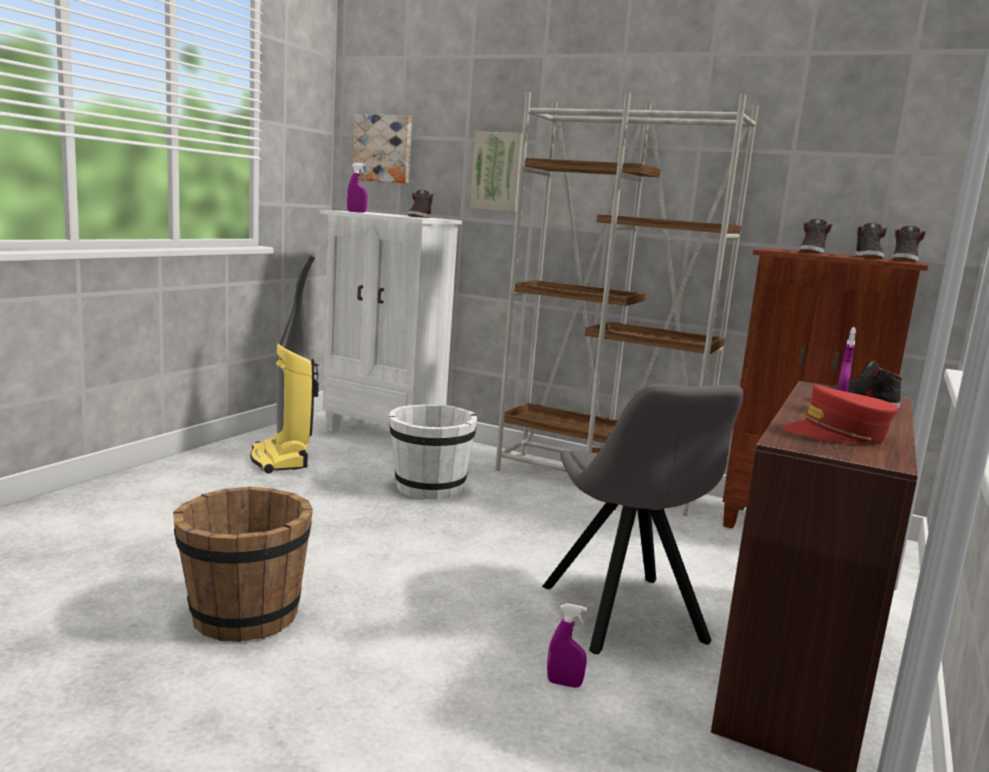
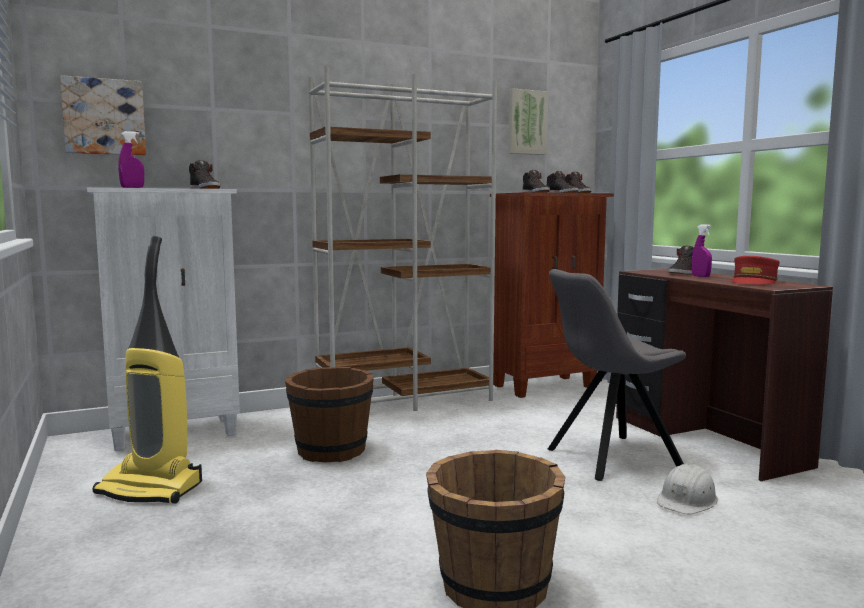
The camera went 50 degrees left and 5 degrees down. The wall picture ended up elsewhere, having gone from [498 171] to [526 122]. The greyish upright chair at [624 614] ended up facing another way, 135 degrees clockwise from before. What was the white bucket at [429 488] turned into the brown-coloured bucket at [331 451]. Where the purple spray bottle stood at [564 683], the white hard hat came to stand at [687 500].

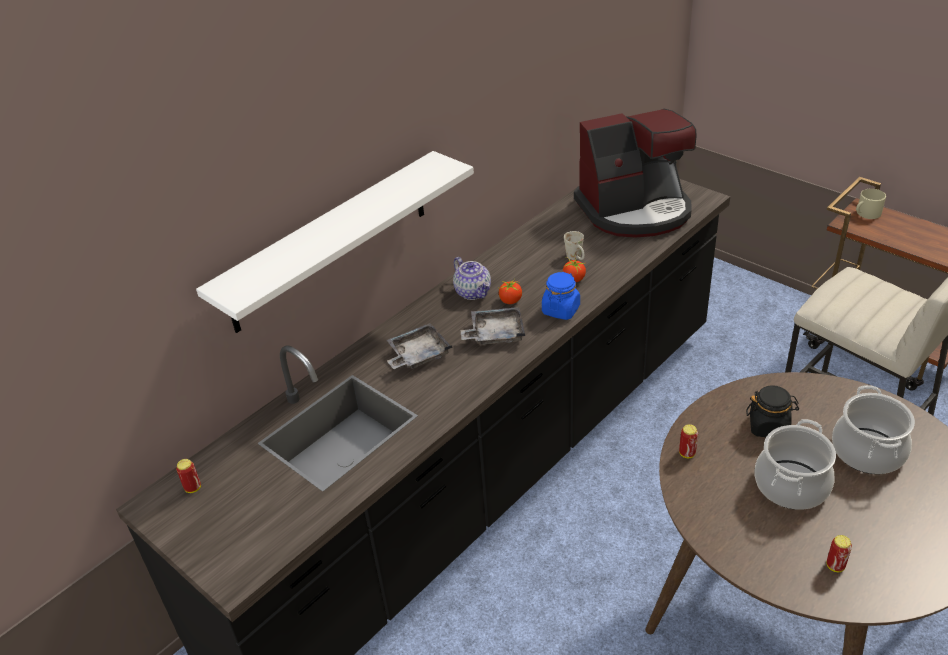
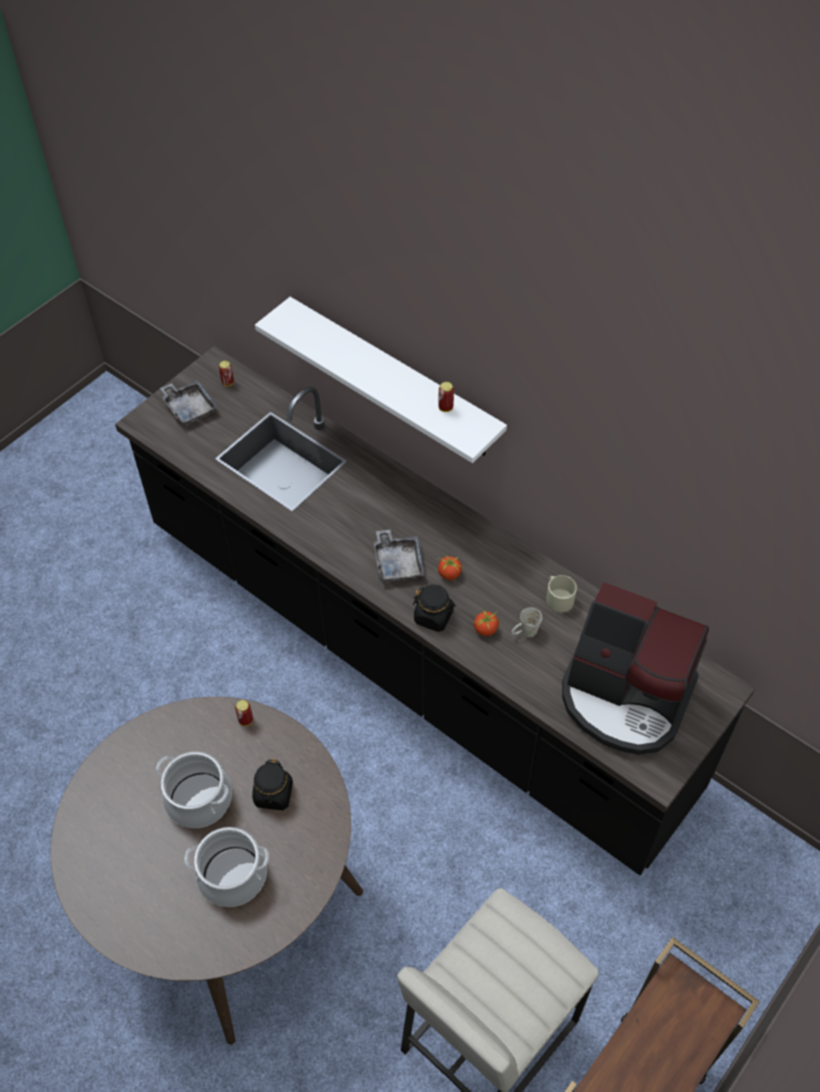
The camera went 85 degrees right and 15 degrees up. The coffee machine at [635 210] ended up facing another way, 45 degrees counterclockwise from before. The sand-coloured mug ended up elsewhere, having gone from [866 213] to [558 597]. The second view lost the teapot at [473 292]. What was the bluish preserve jar at [561 310] turned into the black-coloured preserve jar at [433 617]. The greyish carrying tray ended up elsewhere, having gone from [418 355] to [189 407]. The sealed can ended up elsewhere, having gone from [835 566] to [445 408].

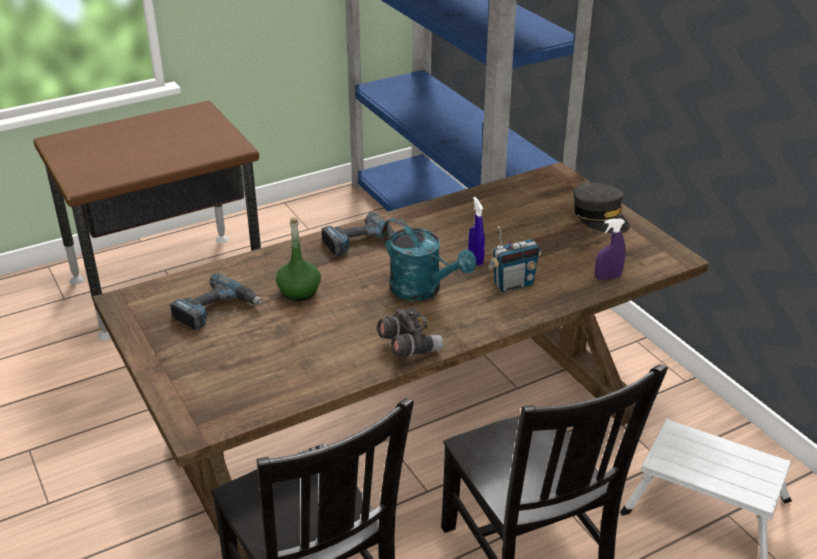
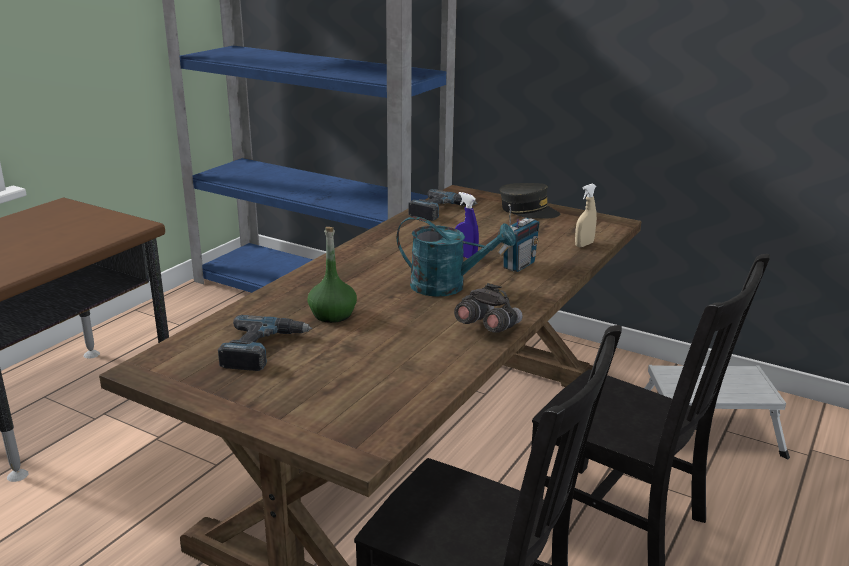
The camera went 30 degrees left and 10 degrees down. The drill ended up elsewhere, having gone from [361 243] to [440 211]. What was the purple spray bottle at [607 277] turned into the sand-coloured spray bottle at [584 245].

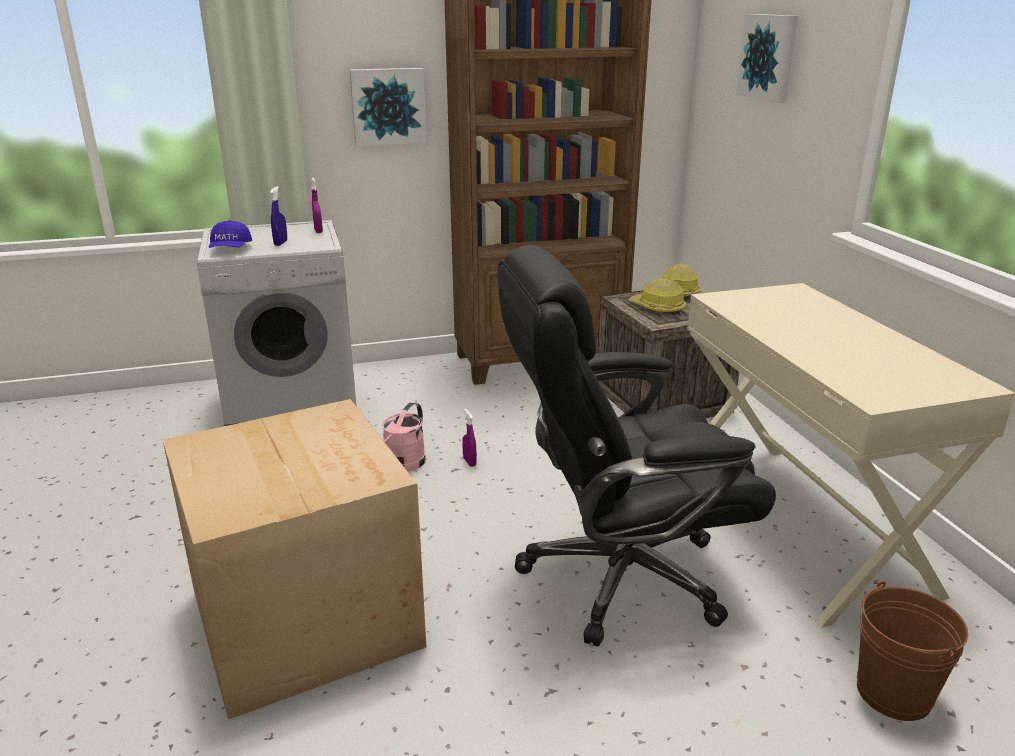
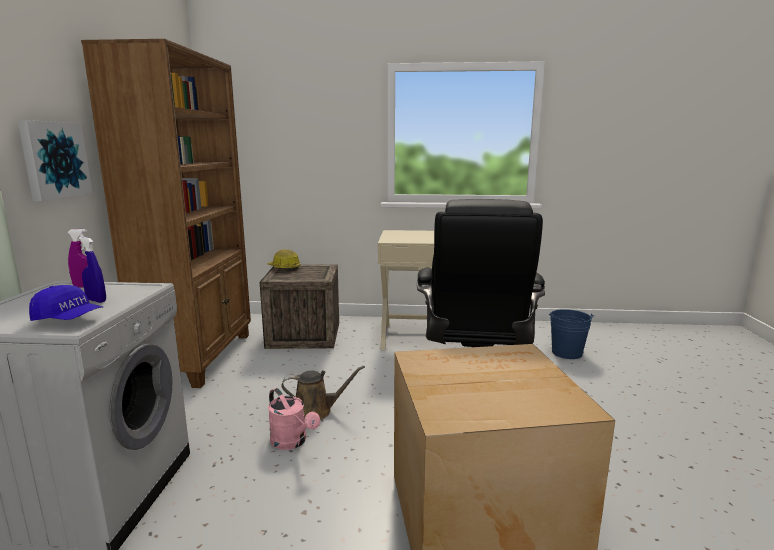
The camera went 70 degrees left and 10 degrees down. The second view lost the wall picture at [769 57]. The second view lost the hard hat at [657 308]. Where the purple spray bottle stood at [469 462], the brown-coloured watering pot came to stand at [316 411]. What was the brown-coloured bucket at [893 692] turned into the bluish bucket at [566 353].

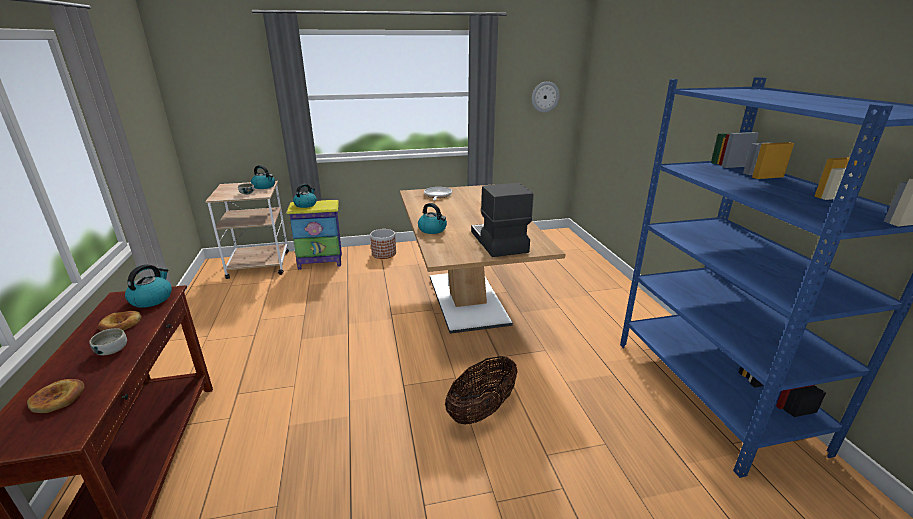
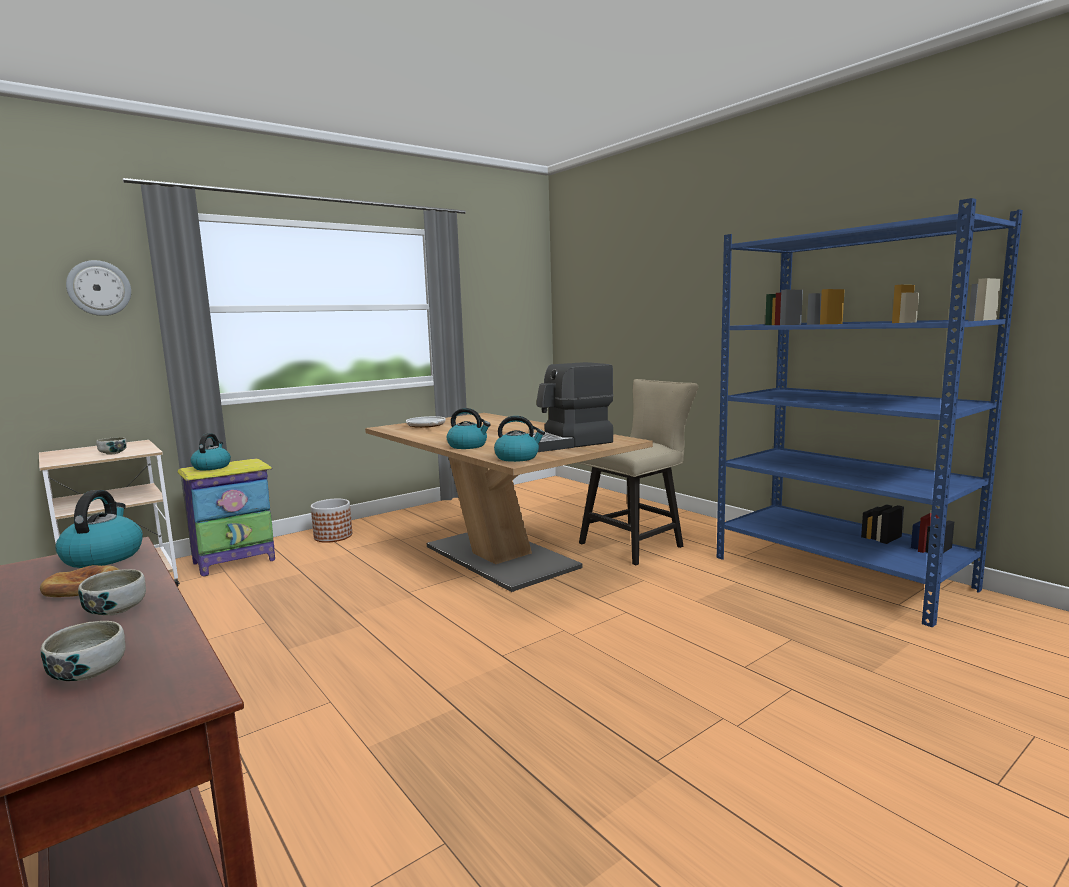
The camera went 25 degrees left and 15 degrees down. The clock on the wall ended up elsewhere, having gone from [545 97] to [99 288]. The tea kettle ended up elsewhere, having gone from [264 186] to [517 457]. The coffee machine at [498 242] ended up facing another way, 75 degrees counterclockwise from before. The second view lost the storage basket at [482 410]. Where the bakery bread stood at [58 399], the deep dish came to stand at [88 673]. The second view gained the sand-coloured upright chair at [637 544].

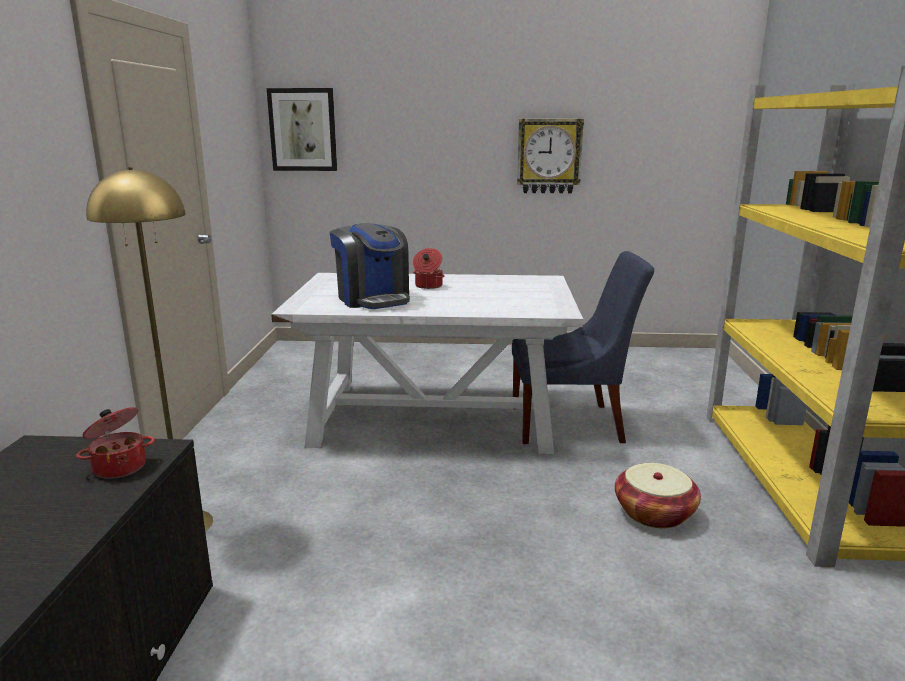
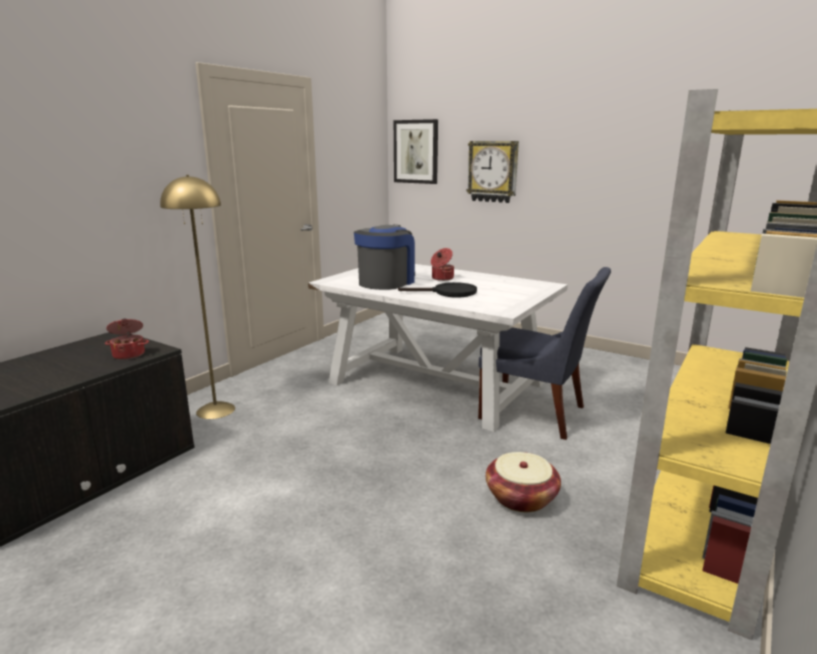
The camera went 30 degrees right and 0 degrees up. The clock on the wall ended up elsewhere, having gone from [549 156] to [493 171]. The coffee machine at [373 299] ended up facing another way, 150 degrees counterclockwise from before. The second view gained the black-coloured frying pan at [448 293].

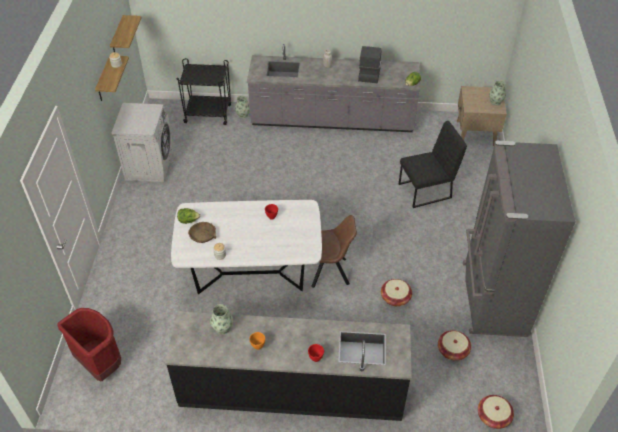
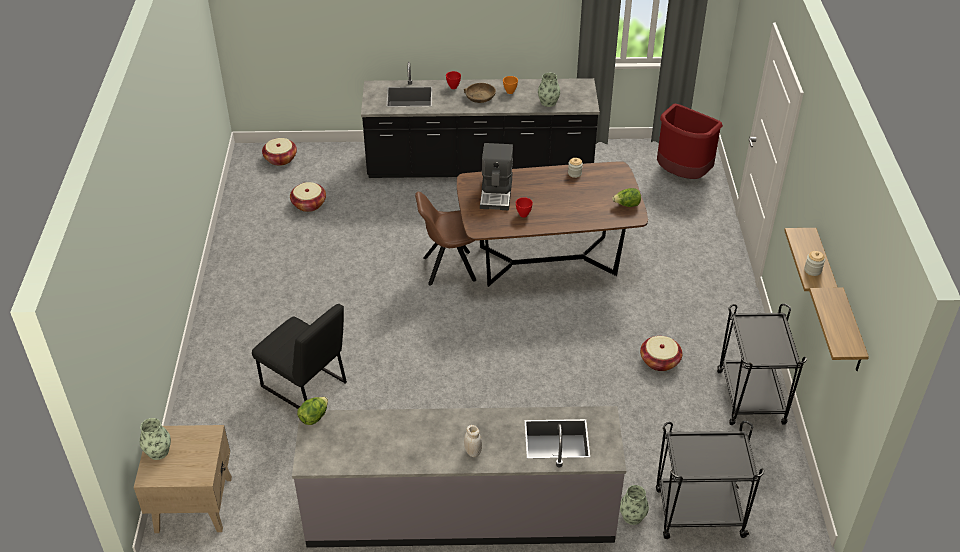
The camera went 175 degrees right and 5 degrees down. The coffee machine ended up elsewhere, having gone from [369 72] to [497 193]. Where the white laundry appliance stood at [149 166], the black-coloured wheeled cart came to stand at [750 398]. The black-coloured upright chair at [426 190] ended up facing another way, 120 degrees counterclockwise from before. The second view lost the greyish fridge at [491 298]. What was the white dining table at [250 274] turned into the brown-coloured dining table at [547 261]. The brown-coloured deep dish ended up elsewhere, having gone from [203 235] to [480 97]. The storage basket ended up elsewhere, having gone from [395 297] to [659 361].

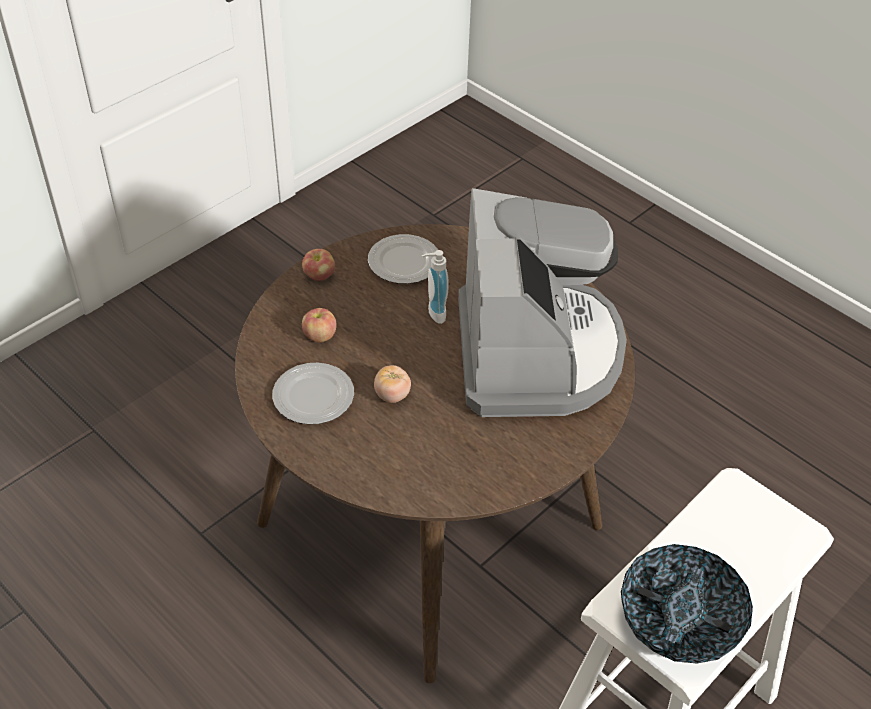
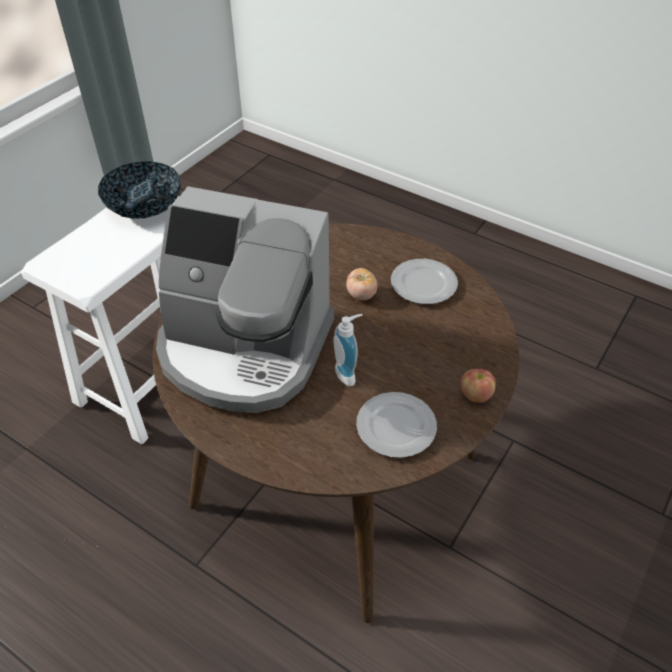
The camera went 170 degrees right and 0 degrees up. The coffee machine at [536 353] ended up facing another way, 60 degrees counterclockwise from before. The second view lost the apple fruit at [319 336].

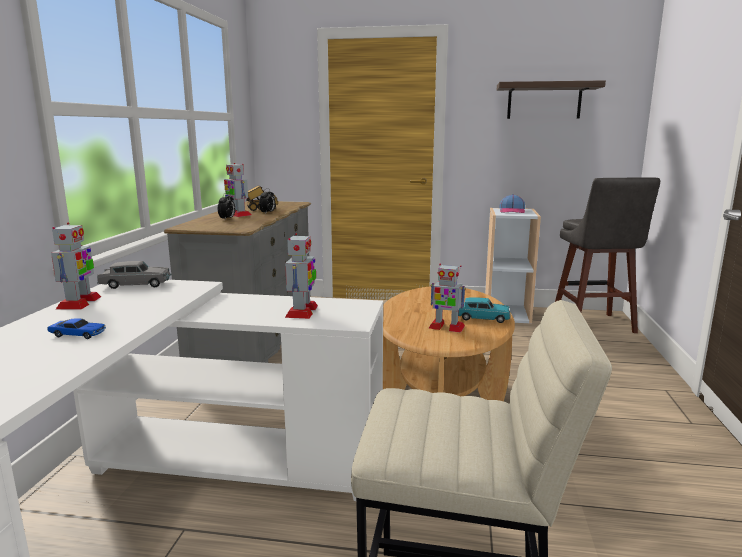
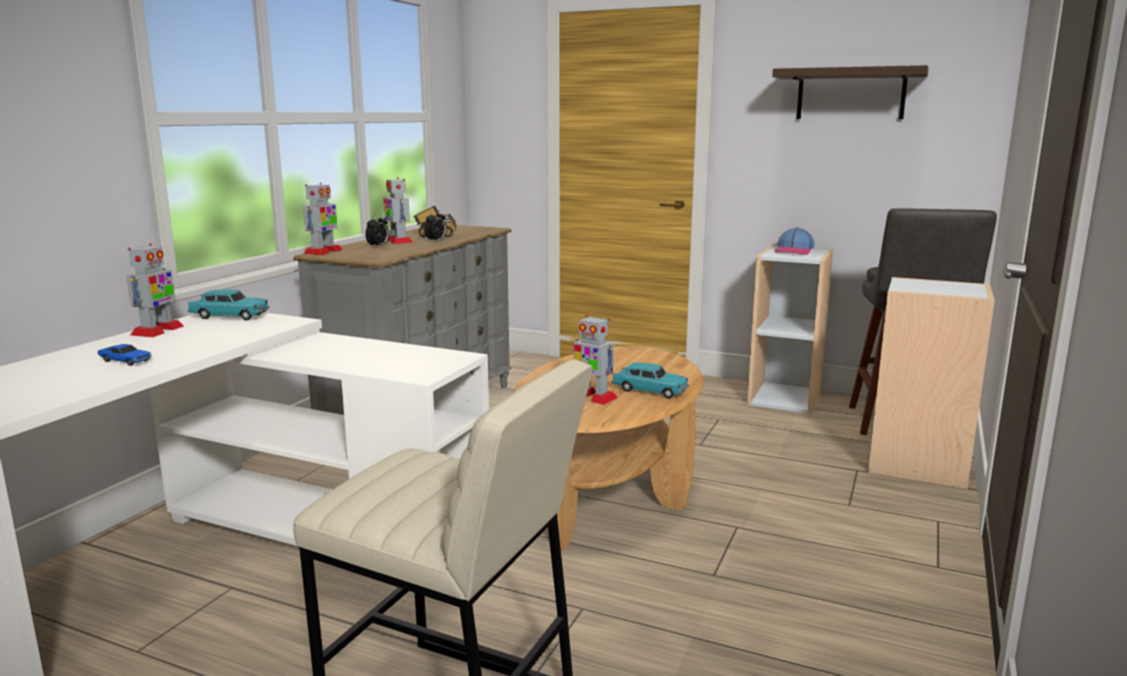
The camera went 15 degrees right and 0 degrees up. The model robot ended up elsewhere, having gone from [302 312] to [323 252]. What was the greyish miniature car at [135 285] turned into the turquoise-coloured miniature car at [230 316]. The second view gained the bookshelf at [919 466].

